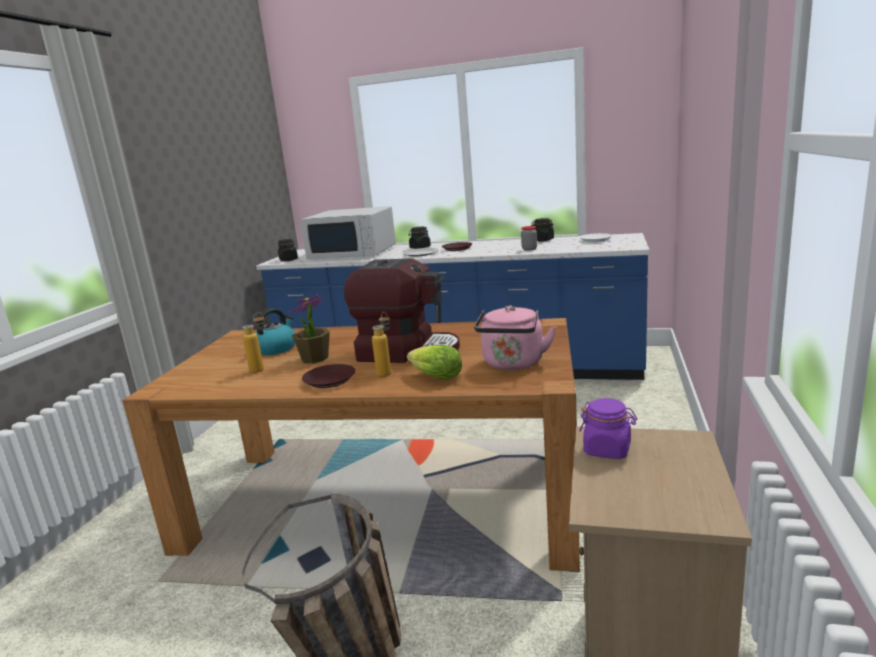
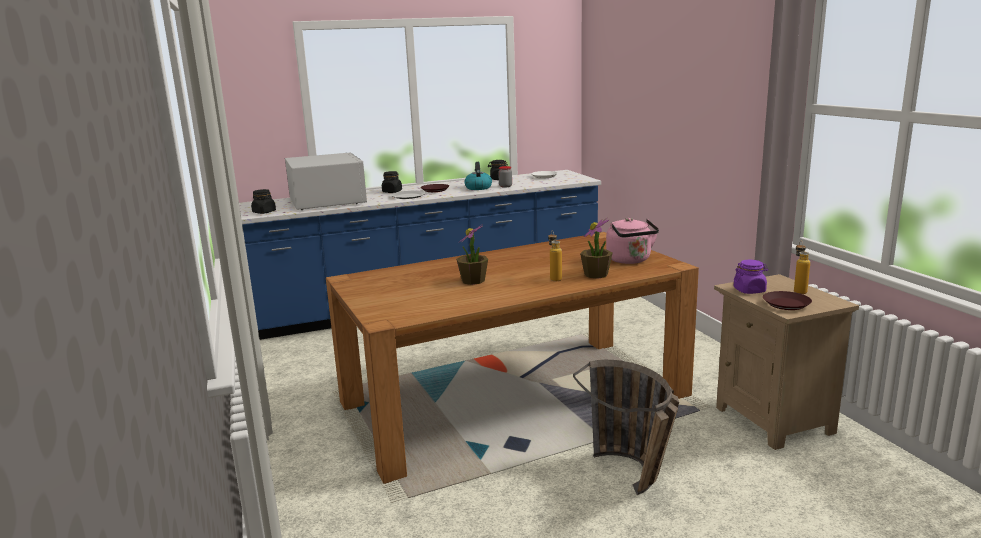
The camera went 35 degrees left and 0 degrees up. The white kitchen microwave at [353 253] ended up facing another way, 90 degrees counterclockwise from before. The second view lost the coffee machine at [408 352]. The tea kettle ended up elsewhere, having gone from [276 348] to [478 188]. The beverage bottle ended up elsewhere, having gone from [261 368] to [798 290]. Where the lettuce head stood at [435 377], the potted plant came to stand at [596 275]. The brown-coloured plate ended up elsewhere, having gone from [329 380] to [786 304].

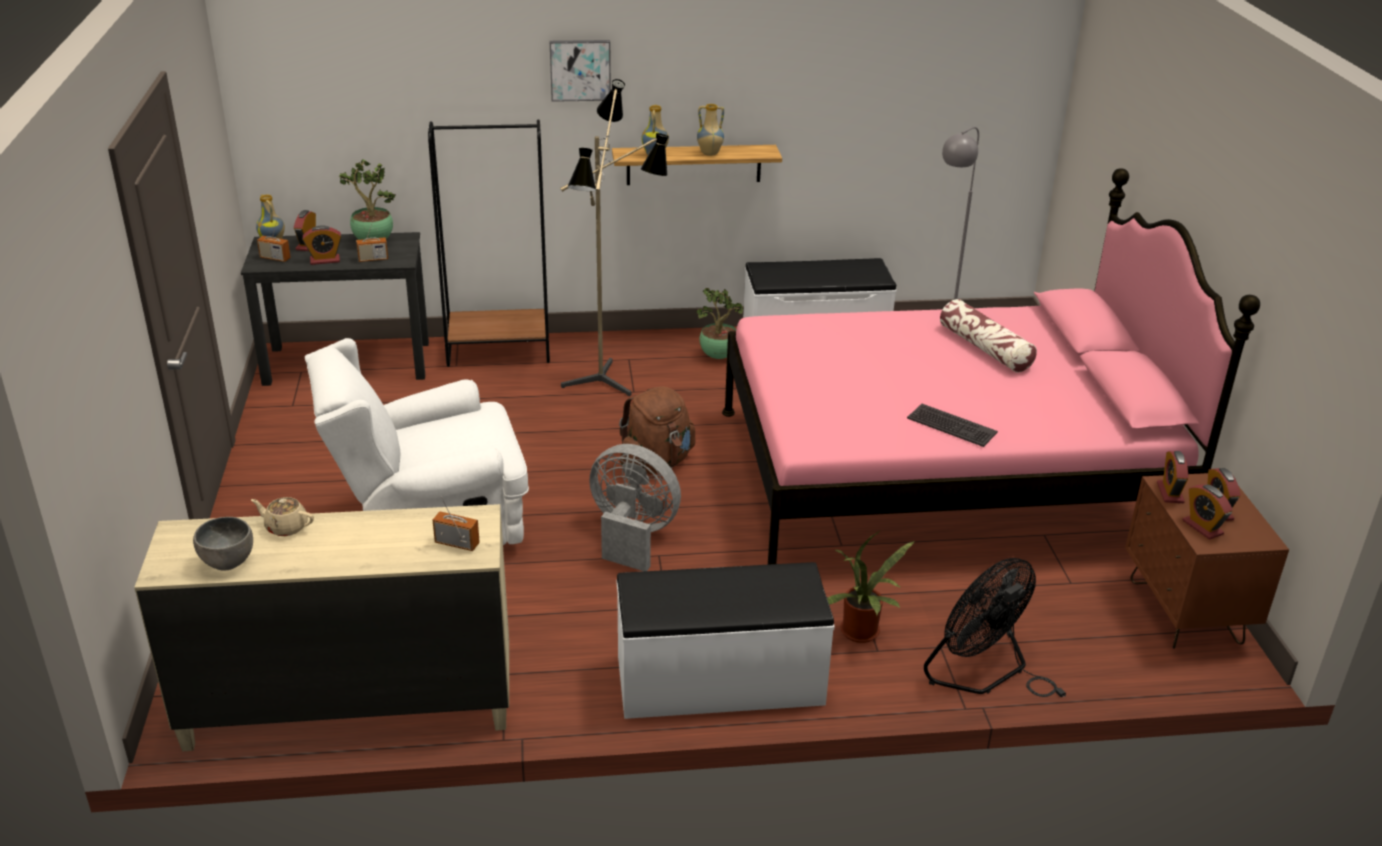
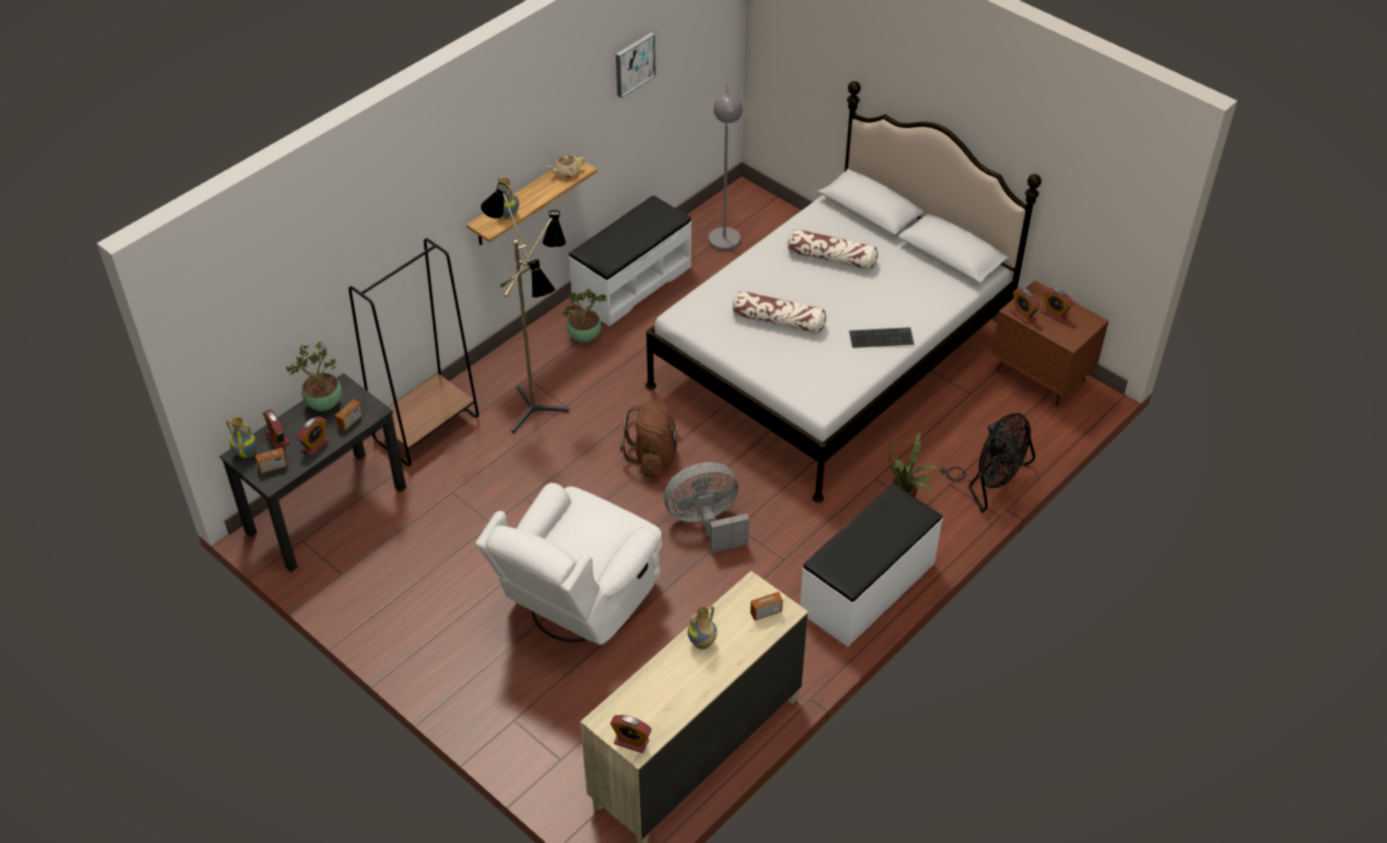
The camera went 40 degrees left and 15 degrees up. The wall picture ended up elsewhere, having gone from [580 69] to [634 64]. The vase ended up elsewhere, having gone from [709 154] to [702 644]. What was the pink-coloured bedroom bed at [939 480] turned into the white bedroom bed at [830 360]. The table clock ended up elsewhere, having gone from [1202 527] to [631 742]. The sand-coloured teapot ended up elsewhere, having gone from [286 527] to [566 173]. The second view lost the greyish deep dish at [228 562]. The black-coloured fan at [992 670] ended up facing another way, 150 degrees counterclockwise from before. The second view gained the throw pillow at [778 320].

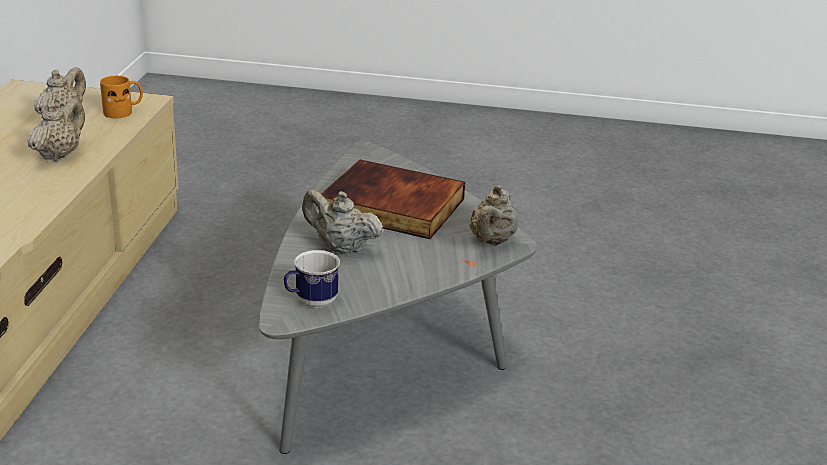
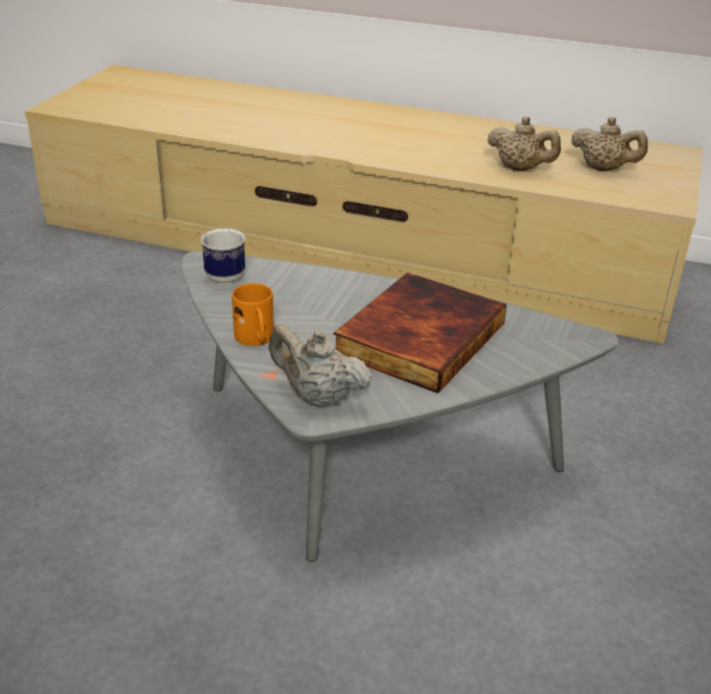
The camera went 100 degrees right and 5 degrees up. The orange-coloured mug ended up elsewhere, having gone from [123 112] to [256 339]. The second view lost the sand-coloured teapot at [340 248].

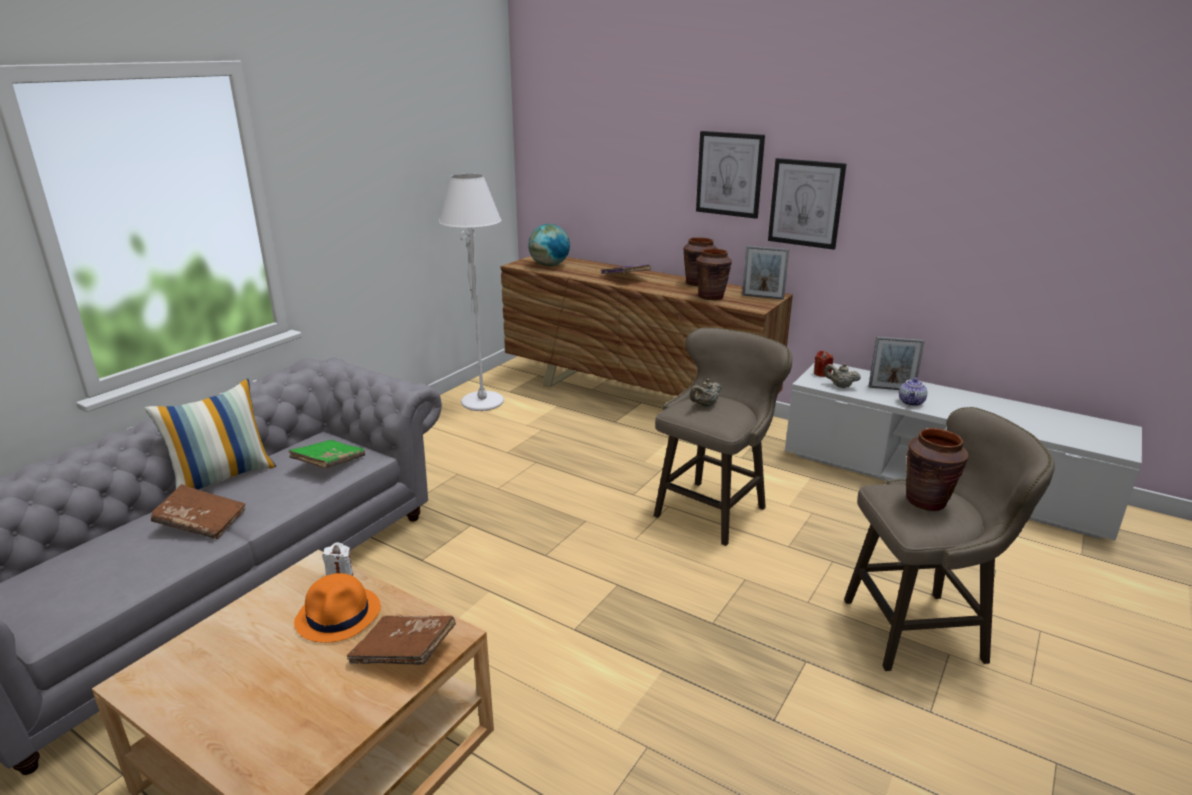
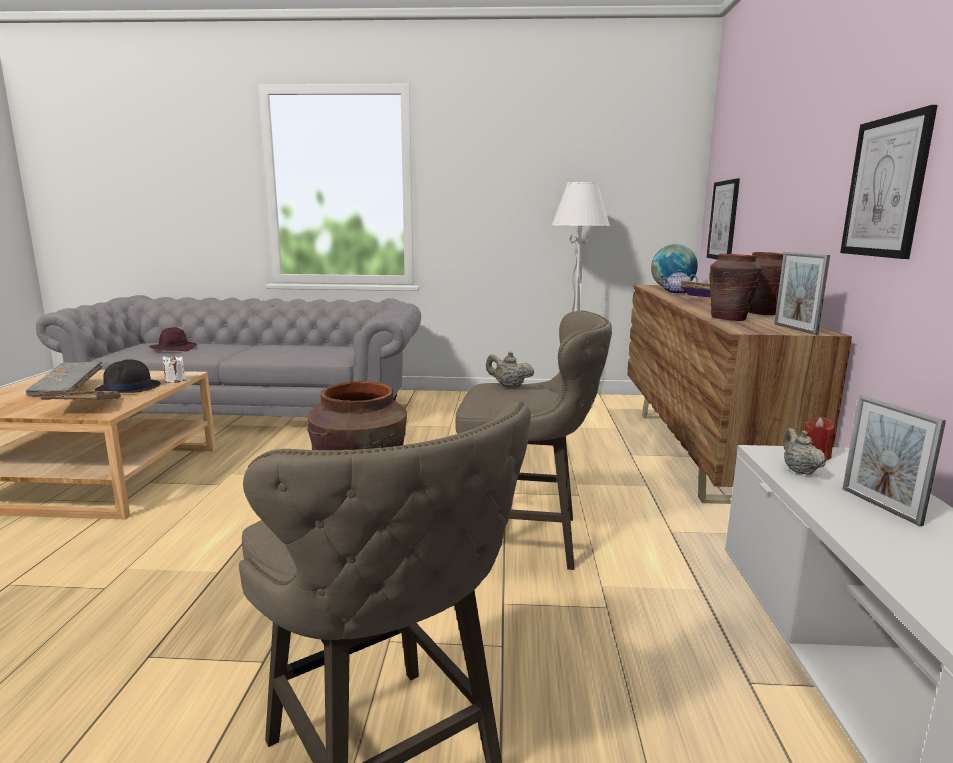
The camera went 60 degrees right and 10 degrees down. The wall picture ended up elsewhere, having gone from [729 174] to [723 220]. The teapot ended up elsewhere, having gone from [911 402] to [677 293]. The second view lost the throw pillow at [223 477]. The second view lost the green volume at [329 463]. The second view lost the brown-coloured volume at [201 522]. What was the orange-coloured hat at [339 615] turned into the black-coloured hat at [128 388]. The second view gained the purple hat at [174 349]. The second view gained the greyish volume at [67 389].

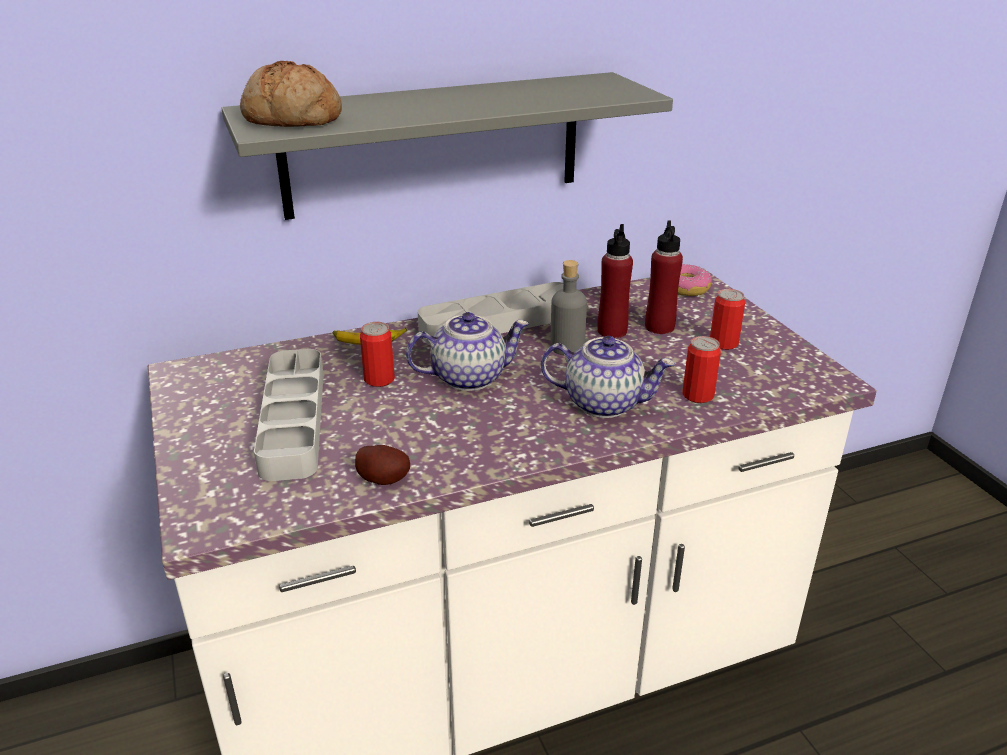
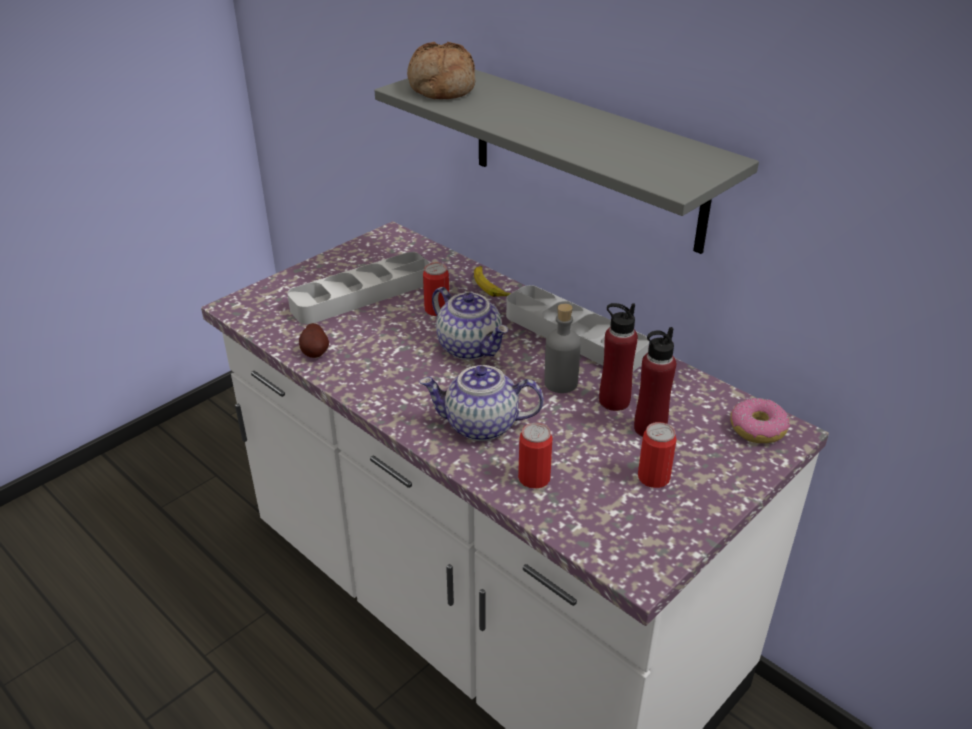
The camera went 65 degrees right and 5 degrees up. The teapot at [604 403] ended up facing another way, 105 degrees clockwise from before.

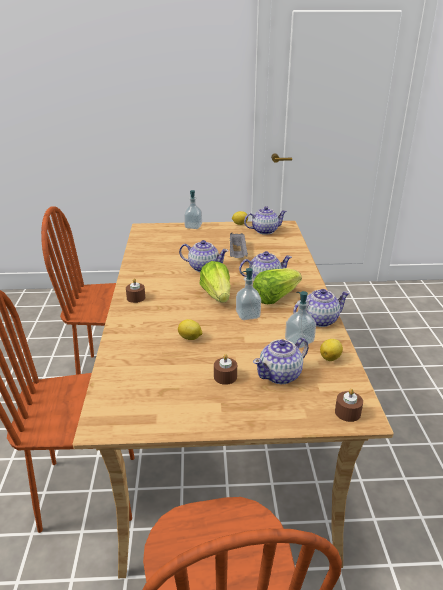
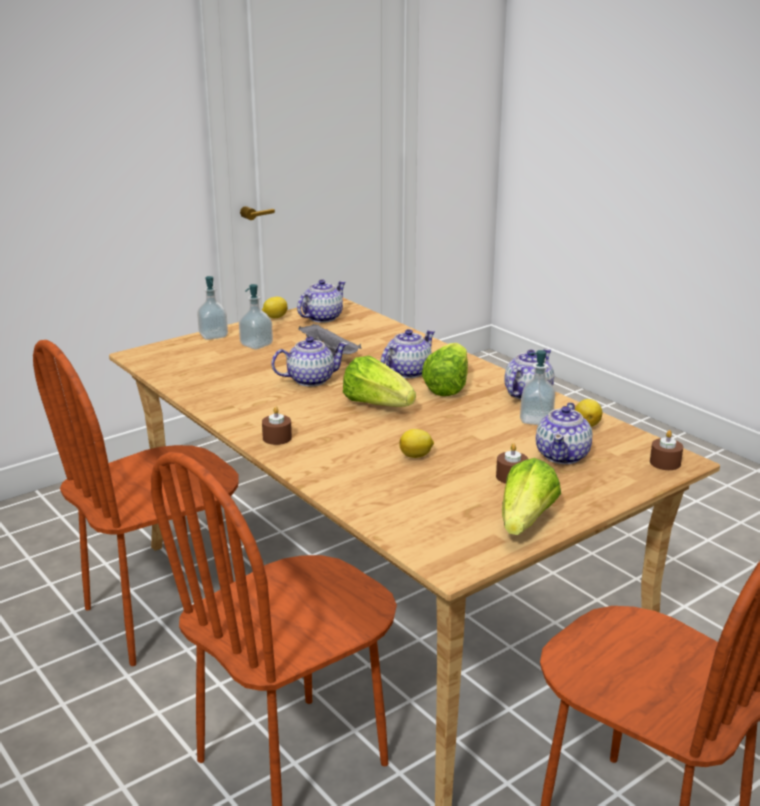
The camera went 35 degrees left and 5 degrees down. The soap bottle ended up elsewhere, having gone from [248 315] to [256 345]. The second view gained the lettuce head at [526 521].

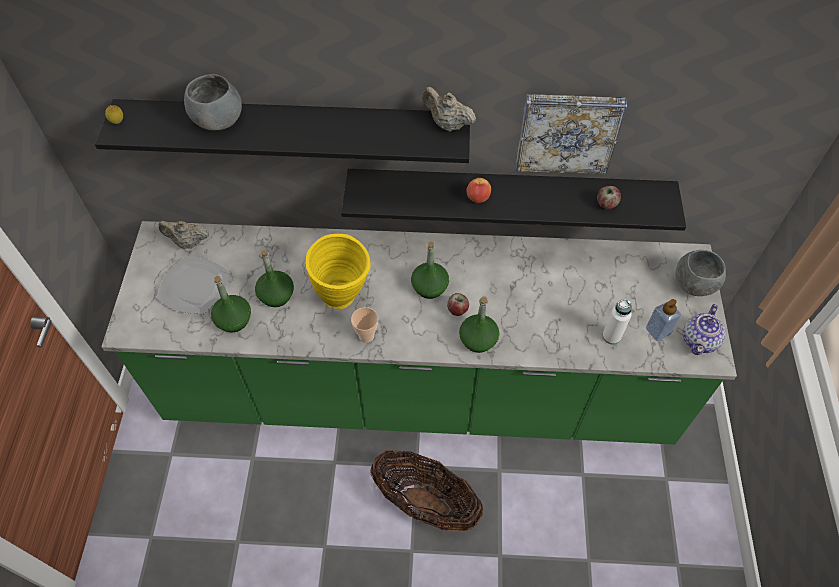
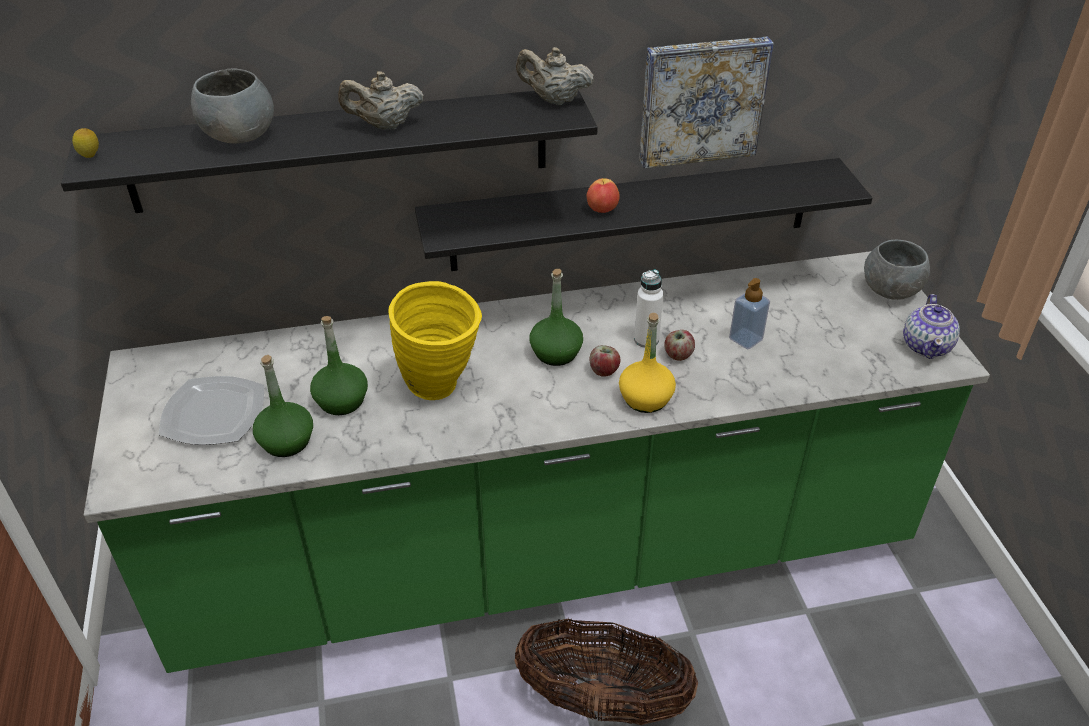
The camera went 15 degrees left and 15 degrees down. The apple fruit ended up elsewhere, having gone from [606 204] to [678 355]. The sand-coloured teapot ended up elsewhere, having gone from [188 243] to [384 125]. What was the green beverage bottle at [478 340] turned into the yellow beverage bottle at [646 399]. The white beverage bottle ended up elsewhere, having gone from [611 336] to [646 340]. The soap bottle ended up elsewhere, having gone from [657 331] to [745 339]. The second view lost the cup at [366 336].

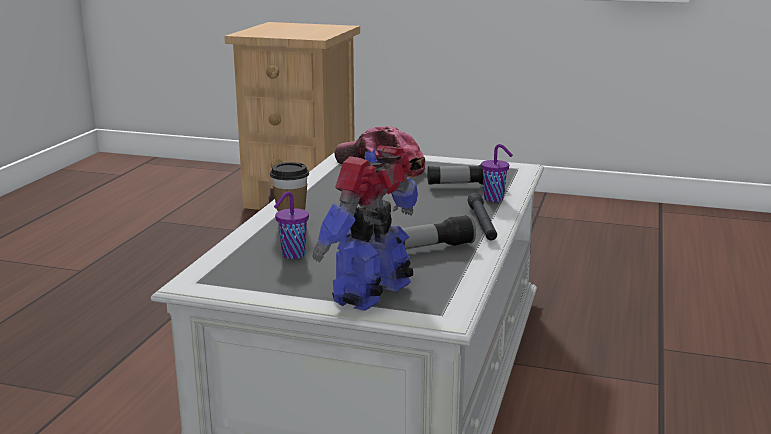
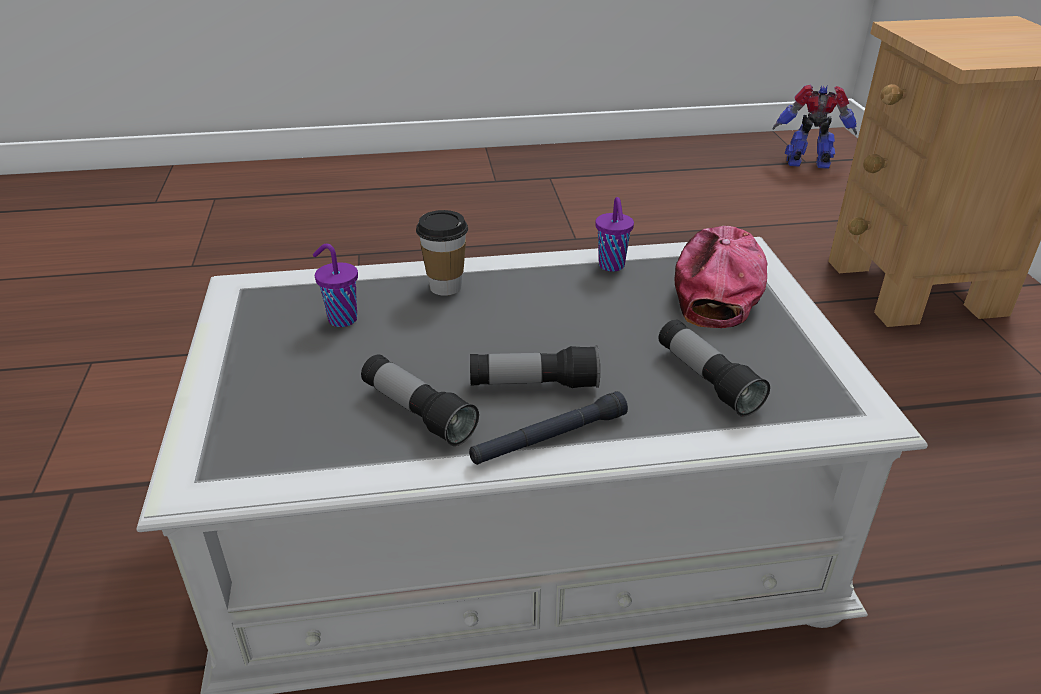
The camera went 65 degrees right and 15 degrees up. The purple cup ended up elsewhere, having gone from [495 199] to [612 266]. The model robot ended up elsewhere, having gone from [374 294] to [808 164]. The second view gained the torch at [533 384].

